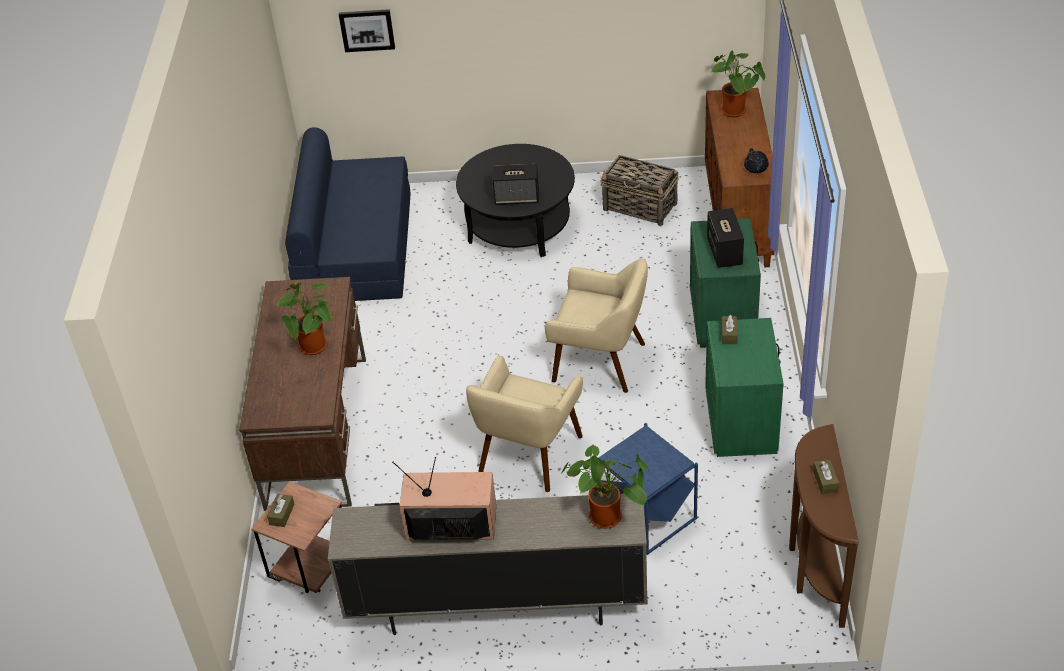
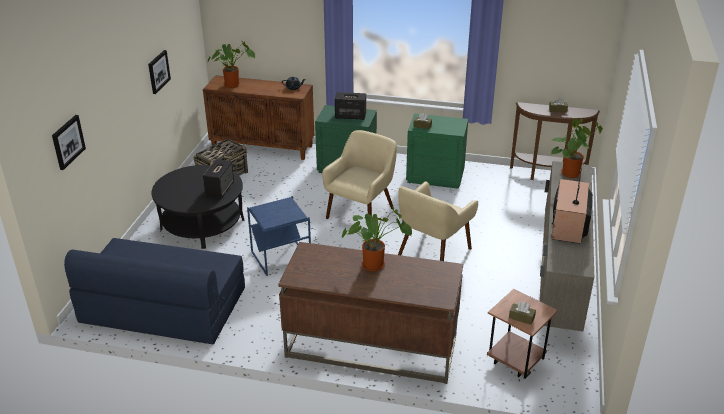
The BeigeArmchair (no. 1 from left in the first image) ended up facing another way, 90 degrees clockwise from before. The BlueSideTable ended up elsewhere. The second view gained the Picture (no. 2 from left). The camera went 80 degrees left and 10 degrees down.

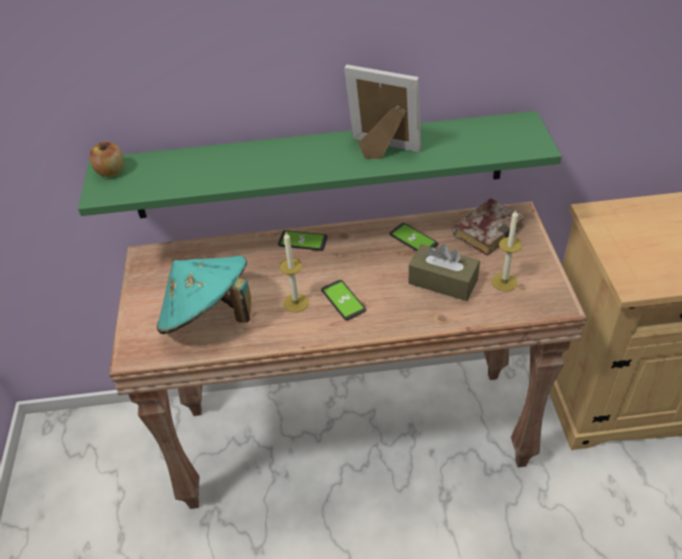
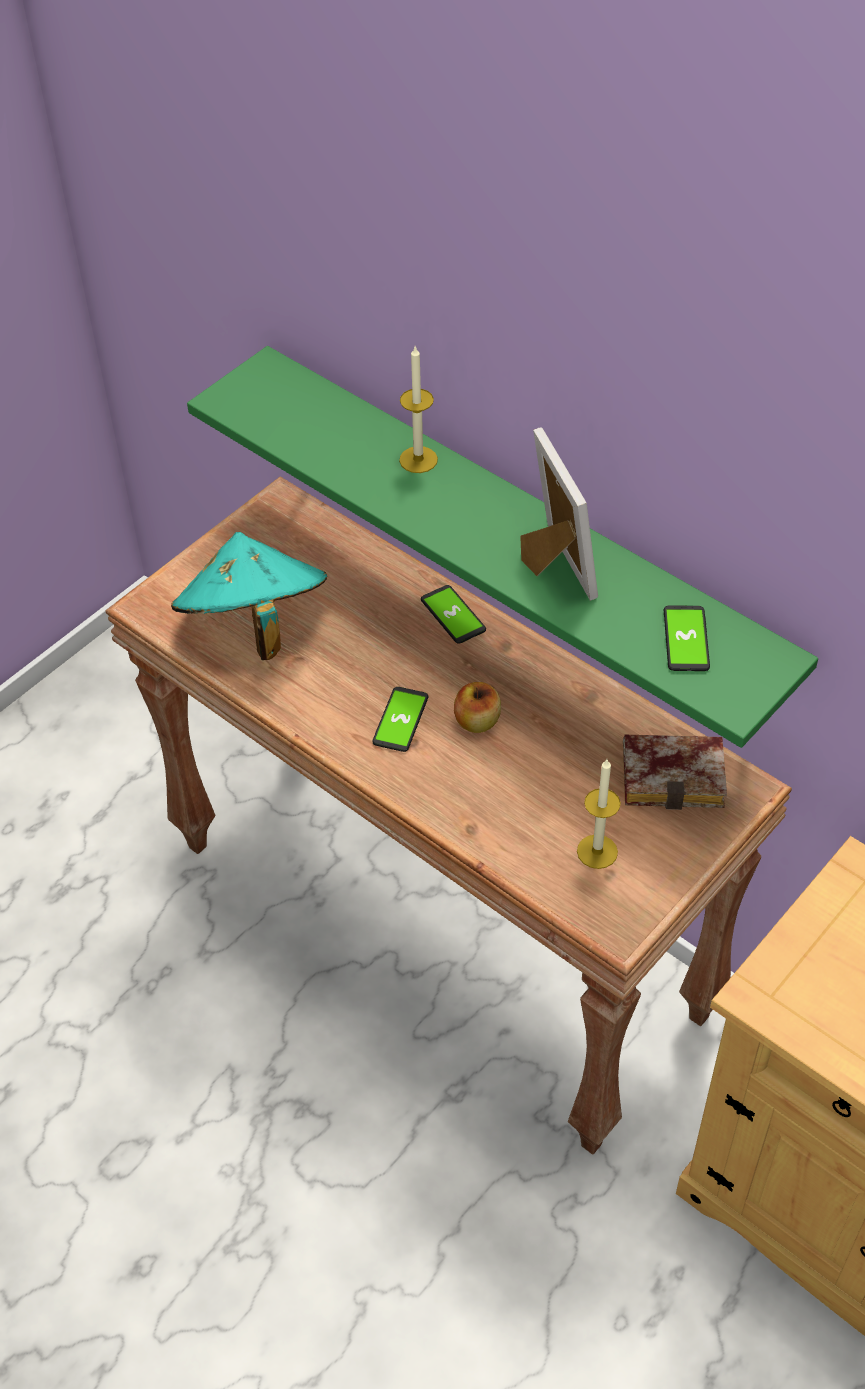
The Apple ended up elsewhere. The Candle (no. 1 from left) ended up elsewhere. The Phone (no. 3 from left) ended up elsewhere. The second view lost the BrownTissueBox. The camera went 45 degrees right and 5 degrees up.

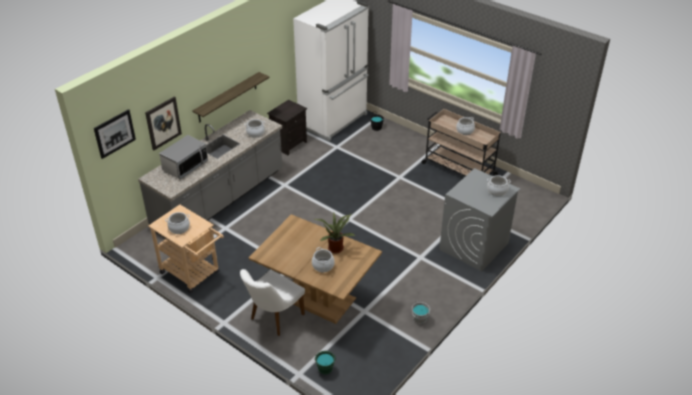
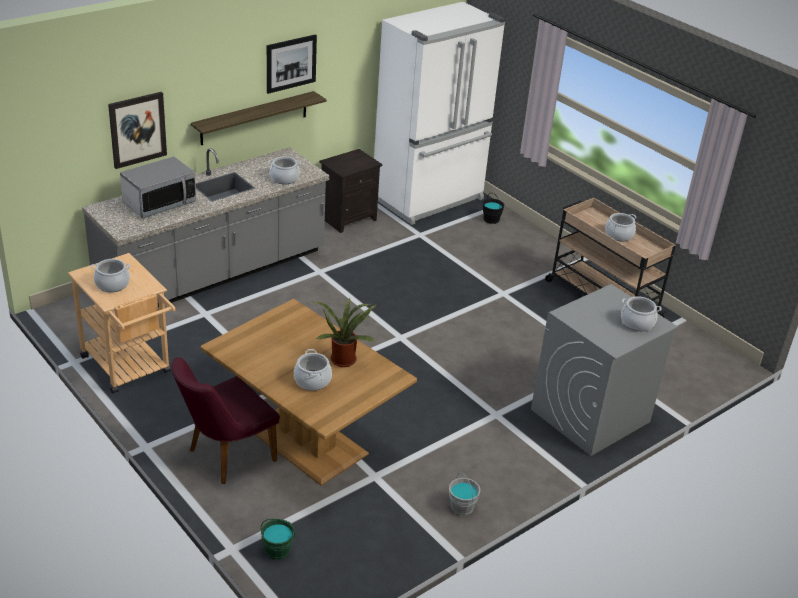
The Picture (no. 1 from left in the first image) ended up elsewhere. What was the WhiteChair turned into the PurpleChair. The camera went 10 degrees right and 5 degrees down.

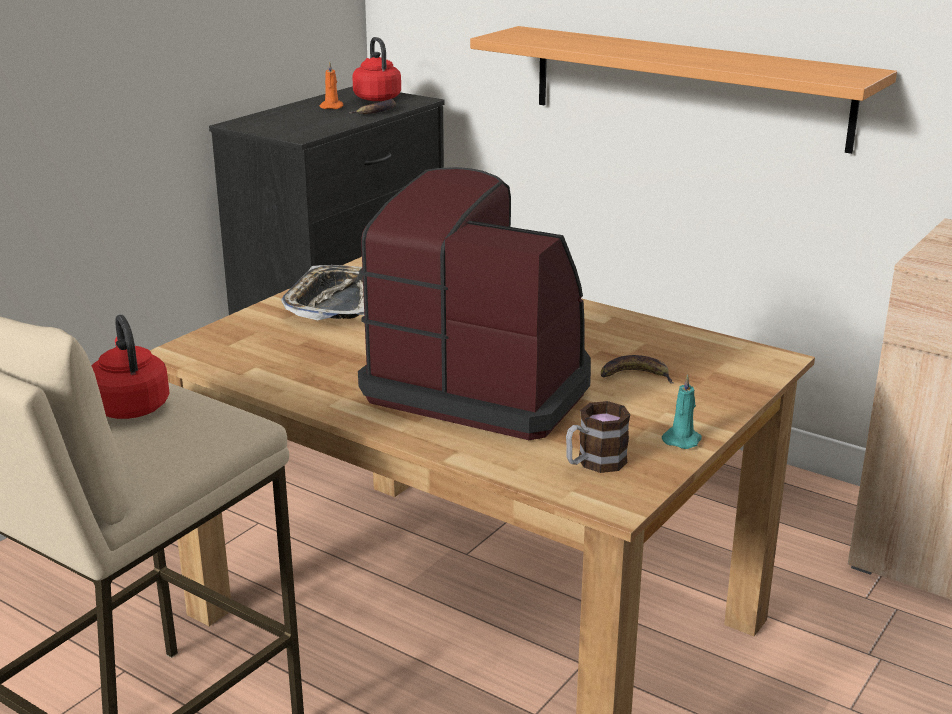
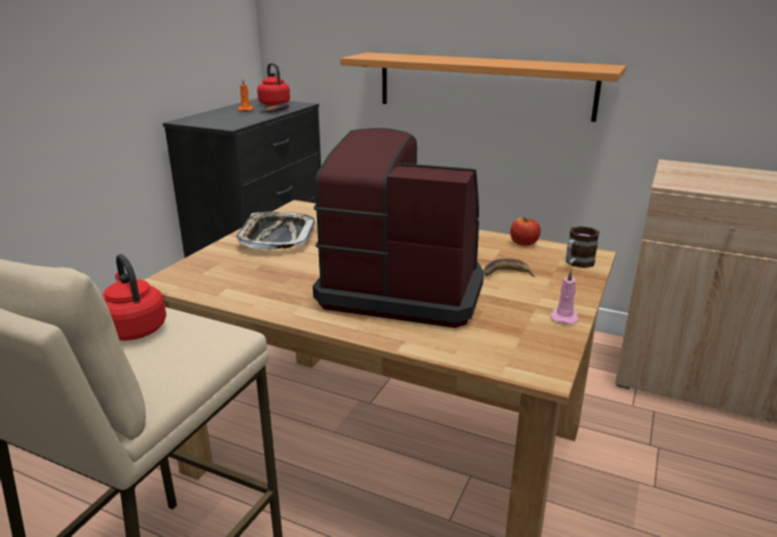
The Mug ended up elsewhere. What was the TurquoiseCandle turned into the PinkCandle. The second view gained the Apple. The camera went 10 degrees left and 0 degrees up.

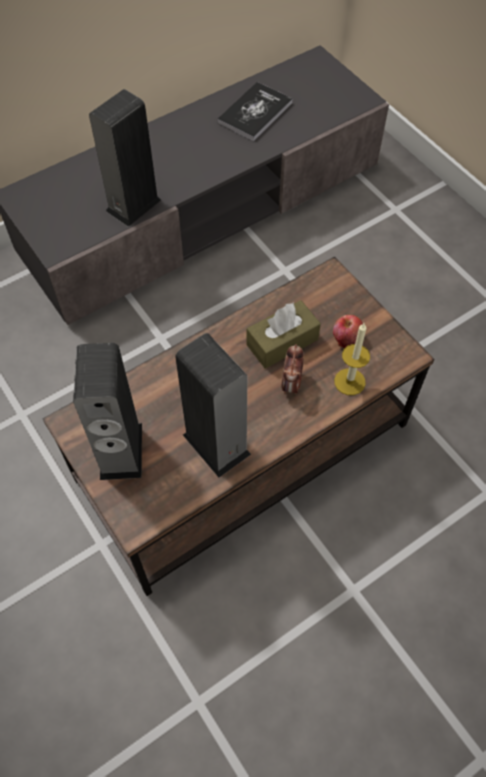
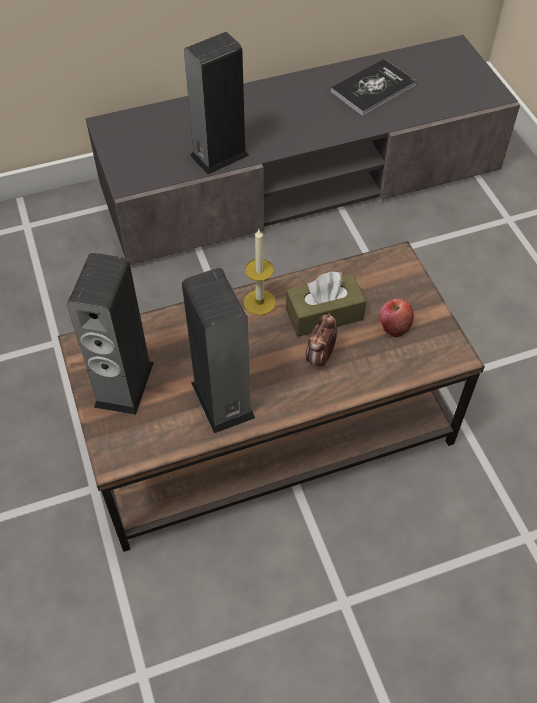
The Candle ended up elsewhere. The camera went 15 degrees right and 5 degrees down.

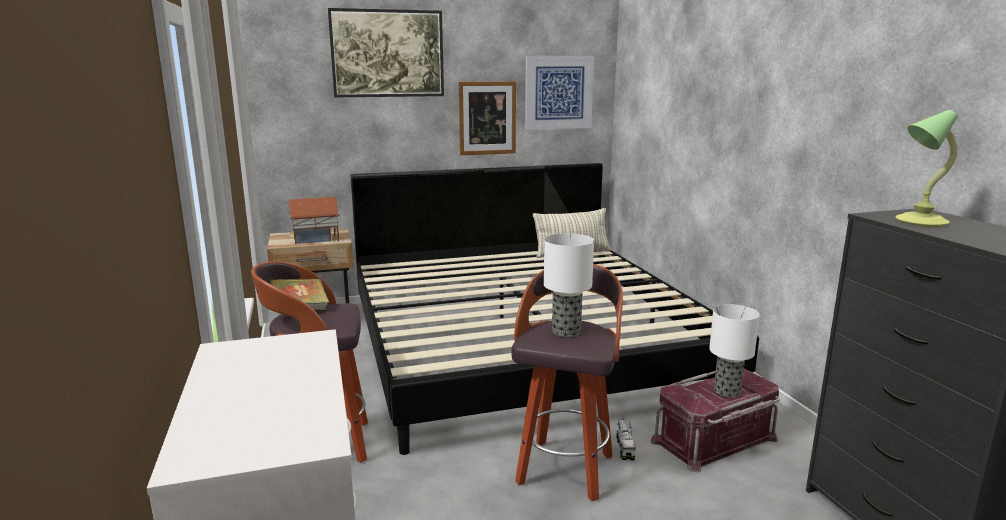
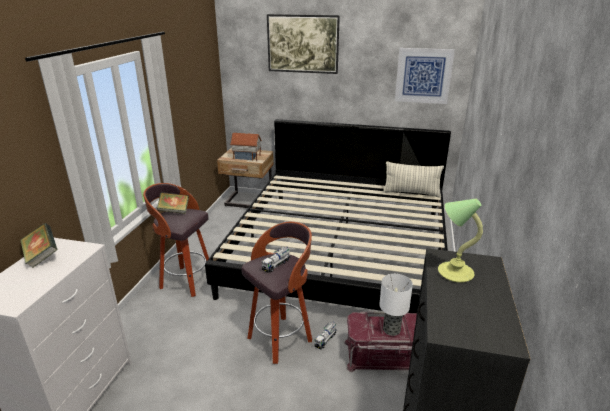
The second view lost the Picture (no. 2 from left). Where the TableLamp (no. 1 from left) stood, the ToyTruck (no. 1 from left) came to stand. The second view gained the Book (no. 1 from left). The camera went 30 degrees right and 10 degrees up.

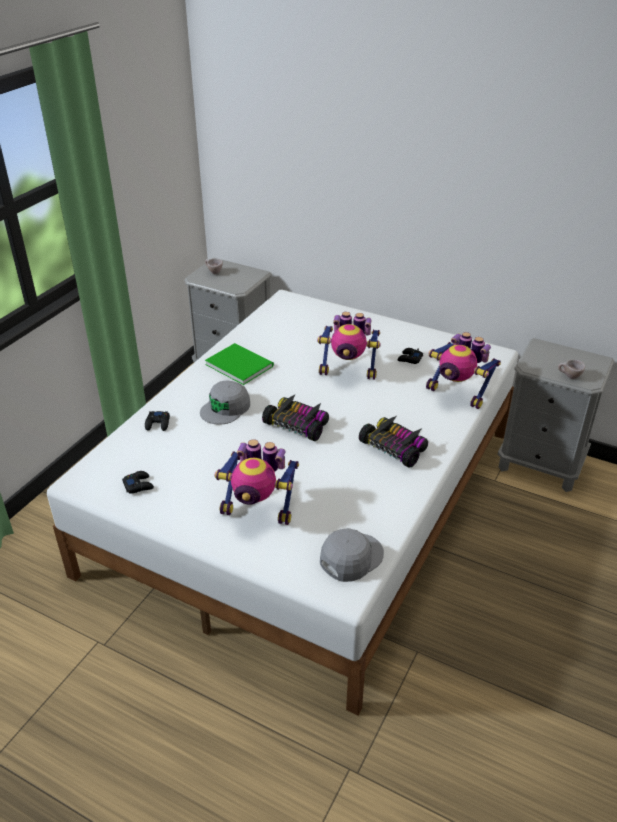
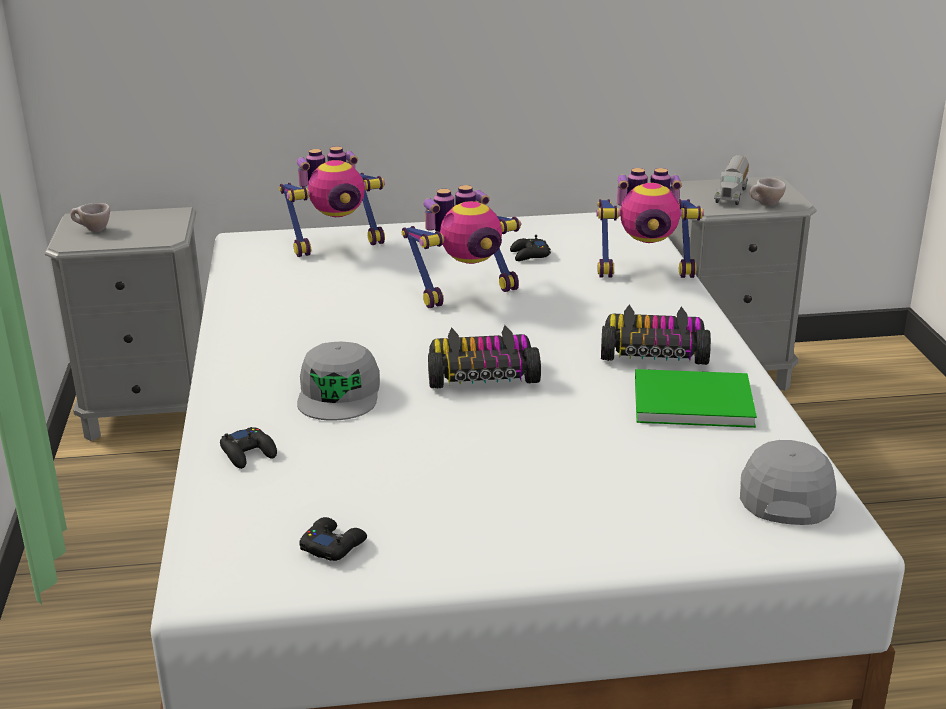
The GreenBook ended up elsewhere. The ToyRobot (no. 1 from left) ended up elsewhere. The second view gained the ToyTruck. The camera went 35 degrees left and 10 degrees down.

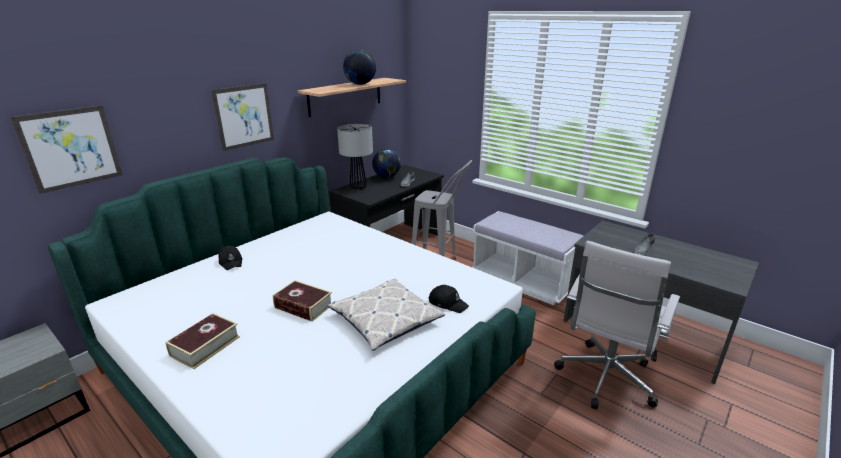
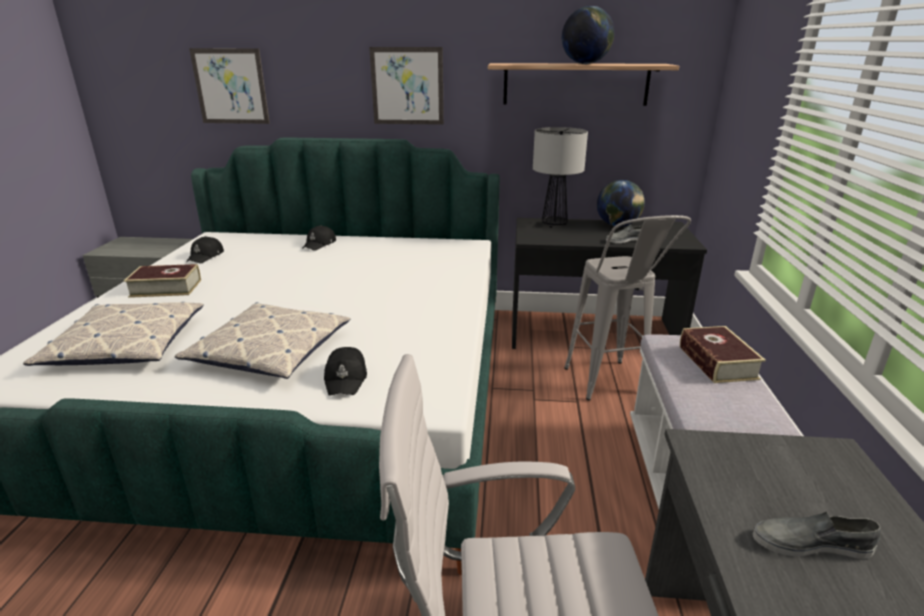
The Book (no. 2 from left) ended up elsewhere. The second view gained the Pillow (no. 1 from left). The second view gained the BlackCap (no. 1 from left). The camera went 55 degrees right and 0 degrees up.

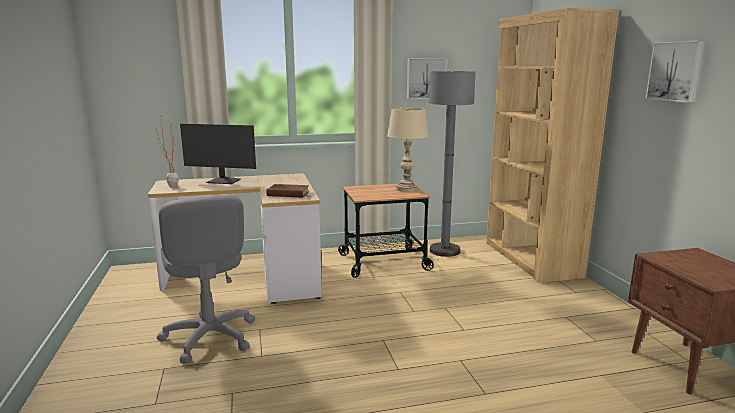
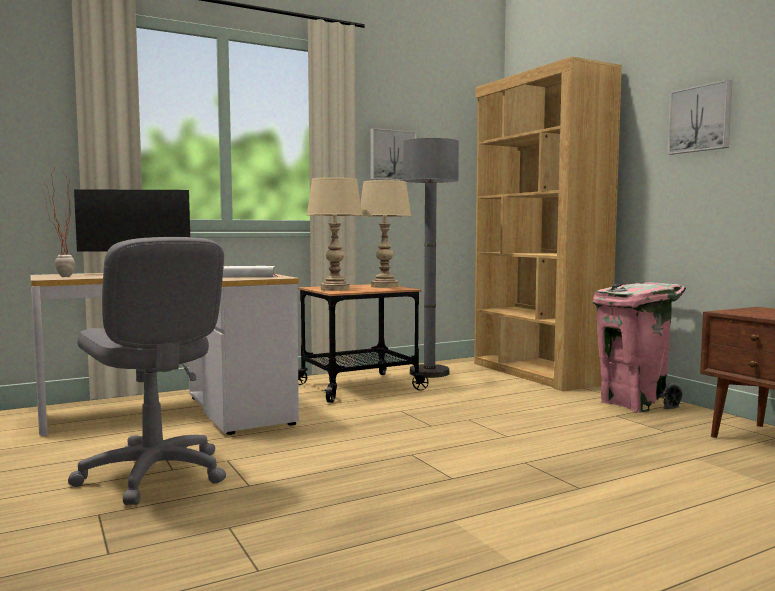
What was the BrownBook turned into the WhiteBook. The second view gained the BeigeTableLamp (no. 1 from left). The second view gained the PinkTrashCan. The camera went 15 degrees left and 10 degrees down.

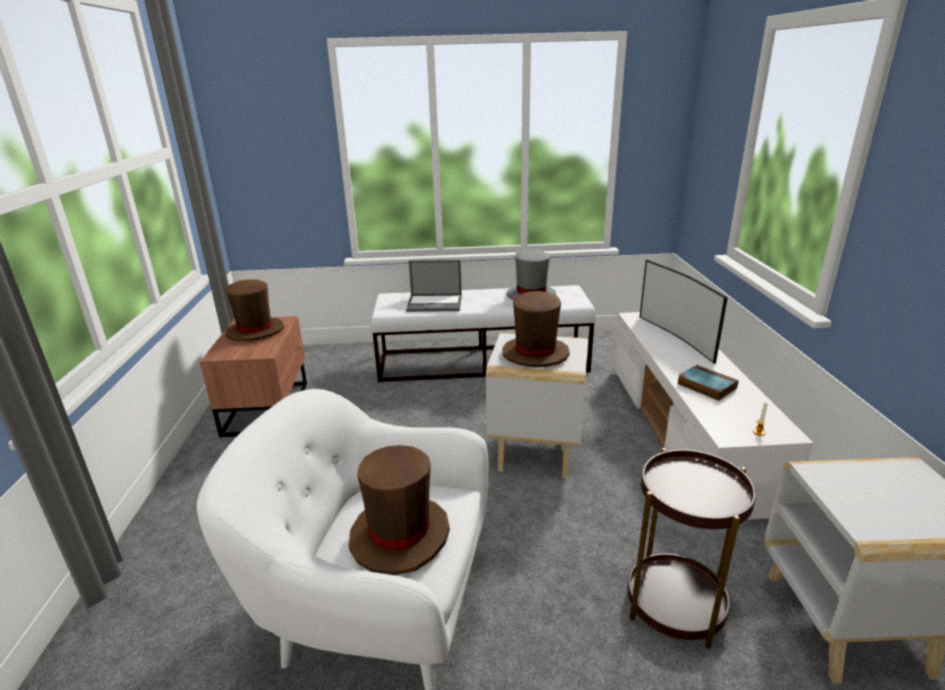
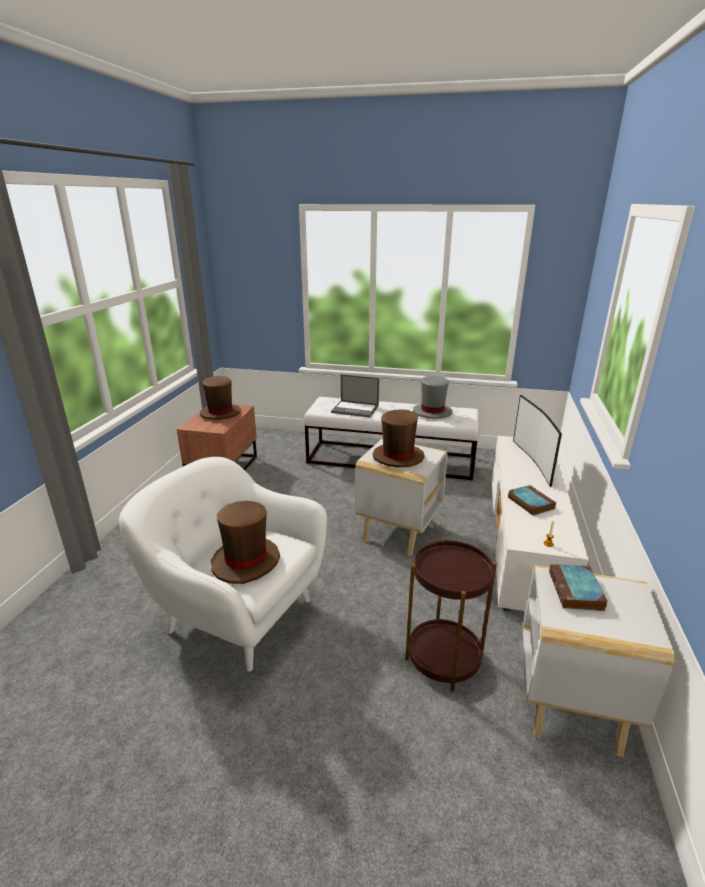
The second view gained the Book (no. 2 from left). The camera went 15 degrees right and 0 degrees up.

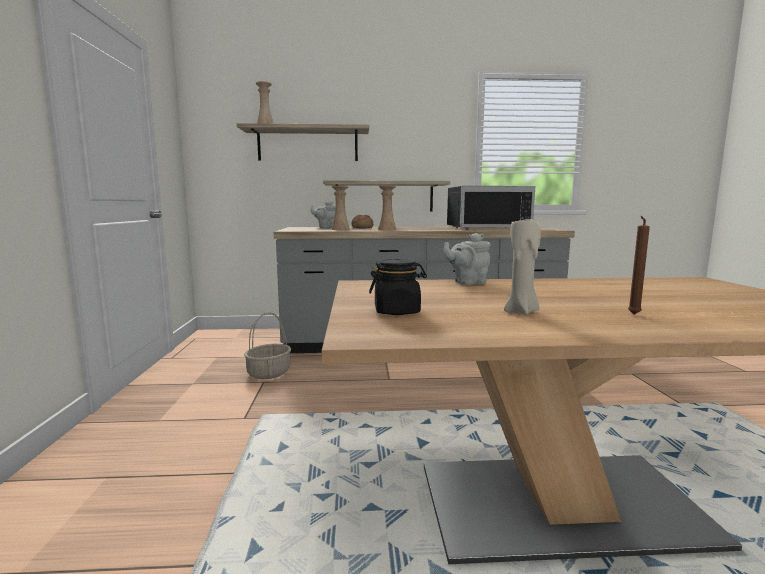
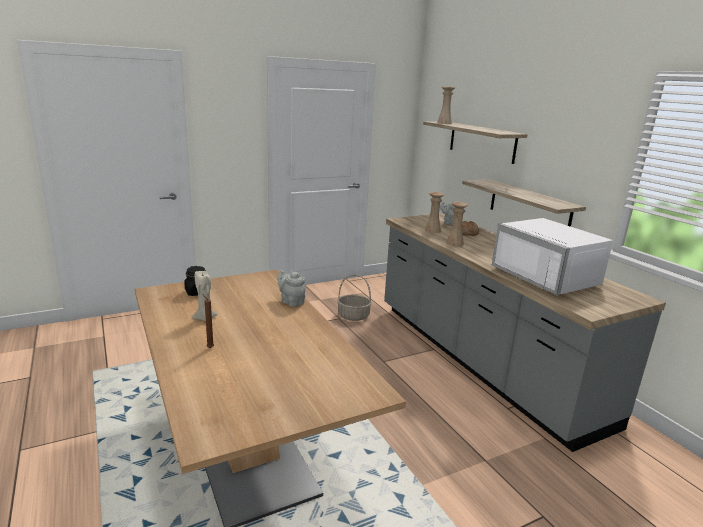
What was the BlackMicrowave turned into the WhiteMicrowave. The camera went 65 degrees right and 10 degrees up.

